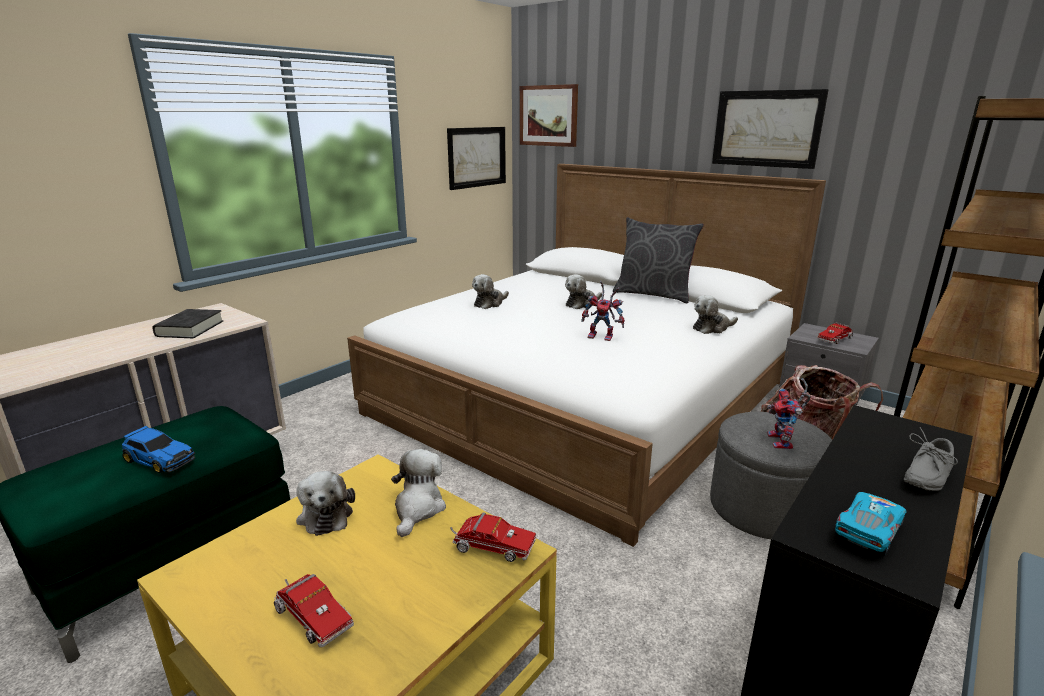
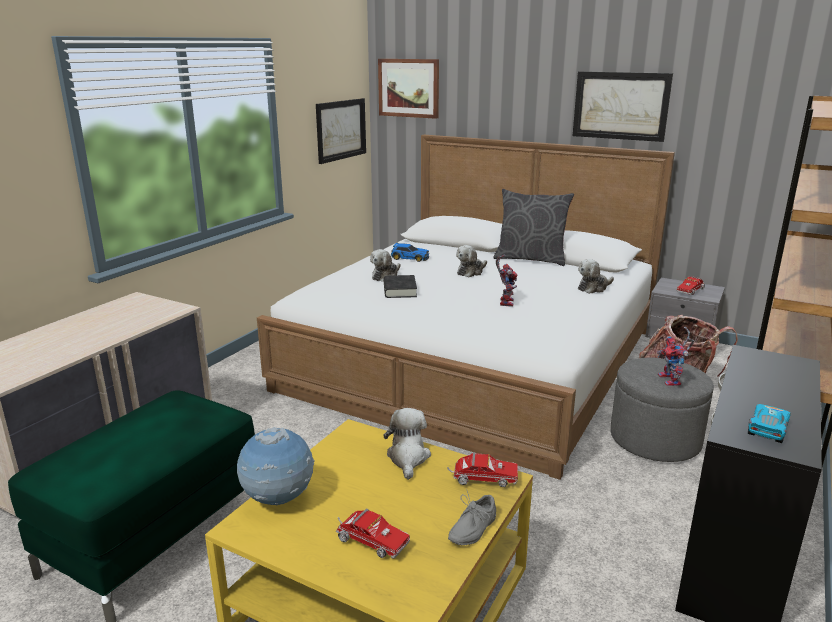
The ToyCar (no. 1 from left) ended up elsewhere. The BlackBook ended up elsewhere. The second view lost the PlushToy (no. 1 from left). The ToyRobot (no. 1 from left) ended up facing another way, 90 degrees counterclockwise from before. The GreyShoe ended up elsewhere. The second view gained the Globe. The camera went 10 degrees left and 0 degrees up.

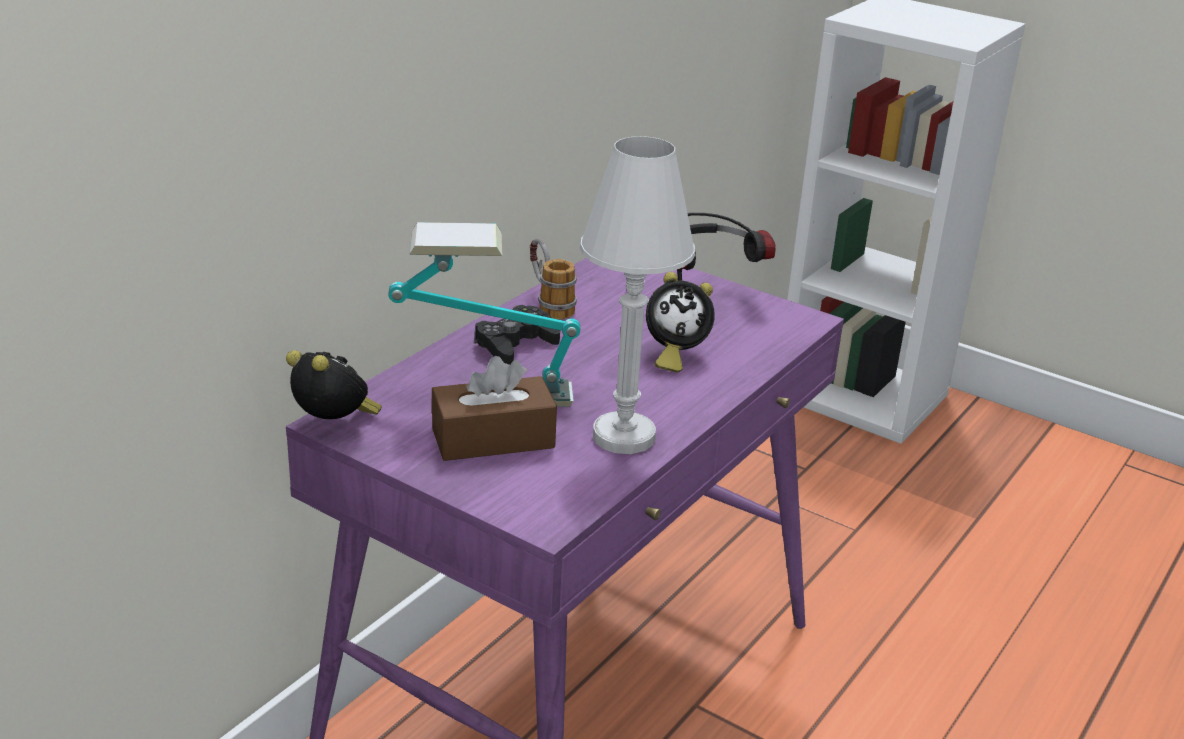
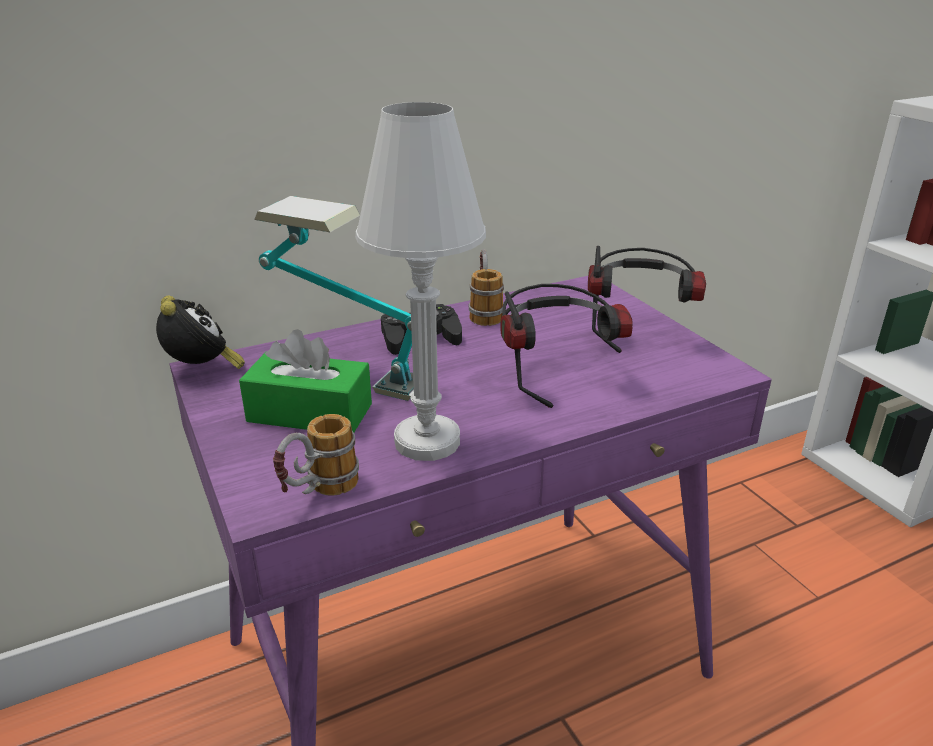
What was the BrownTissueBox turned into the GreenTissueBox. Where the AlarmClock (no. 2 from left) stood, the Headphones (no. 1 from left) came to stand. The second view gained the Mug (no. 1 from left). The camera went 30 degrees right and 0 degrees up.

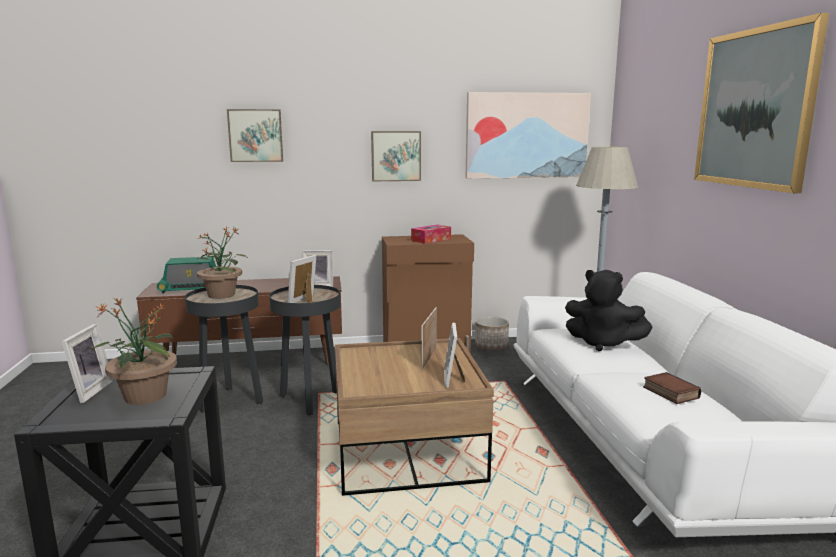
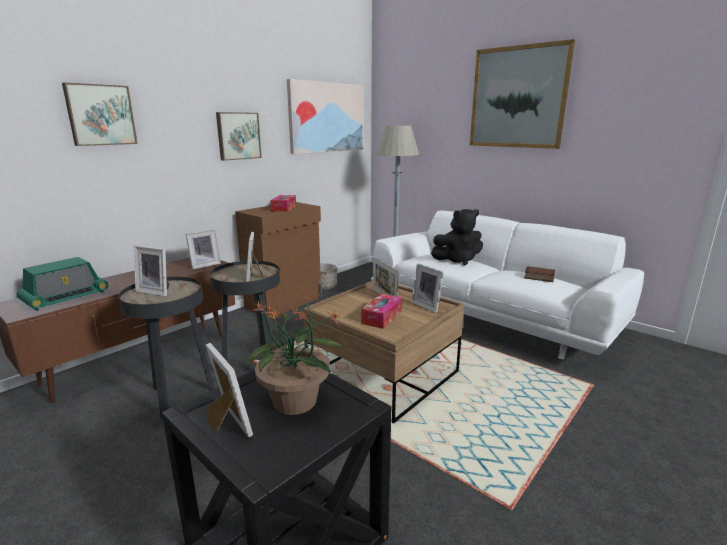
Where the PottedPlant (no. 2 from left) stood, the PictureFrame (no. 1 from left) came to stand. The second view gained the TissueBox (no. 2 from left). The camera went 40 degrees left and 5 degrees up.

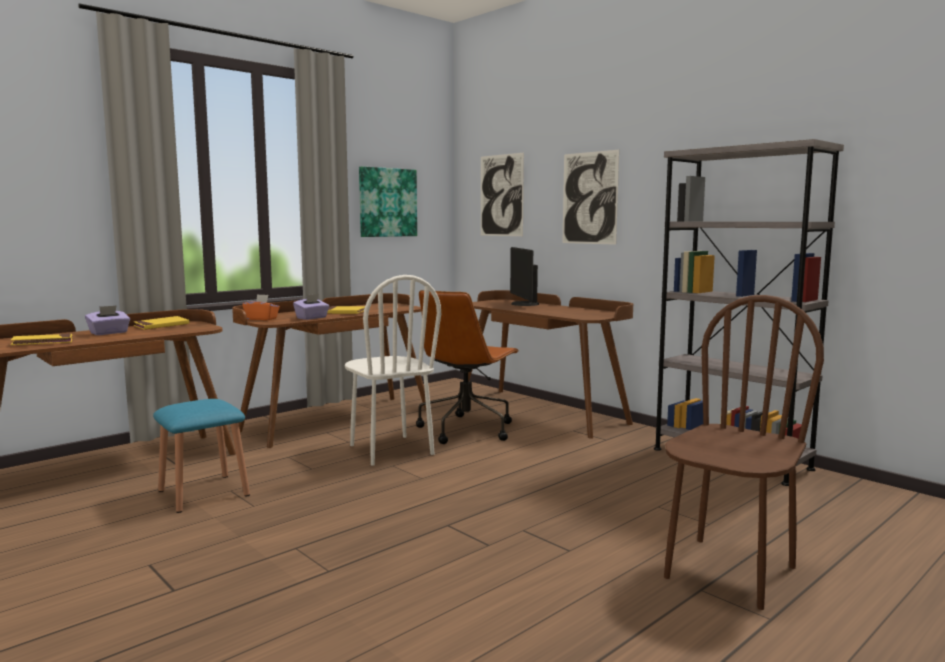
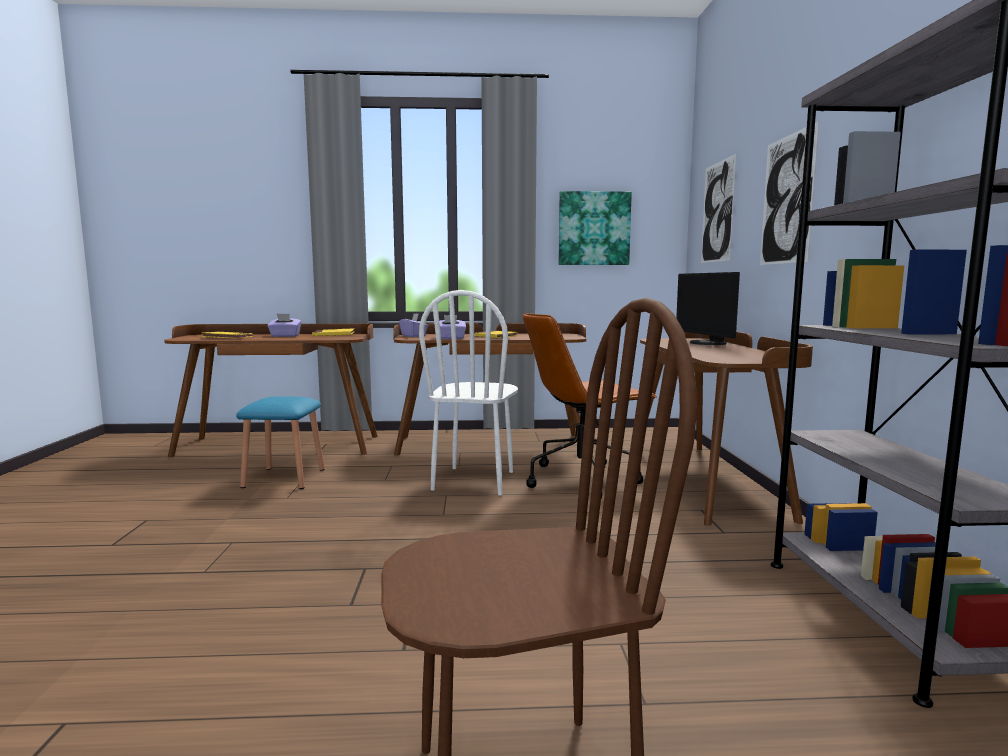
What was the OrangeTissueBox turned into the PurpleTissueBox (no. 2 from left). The Monitor ended up facing another way, 45 degrees counterclockwise from before. The camera went 40 degrees right and 0 degrees up.

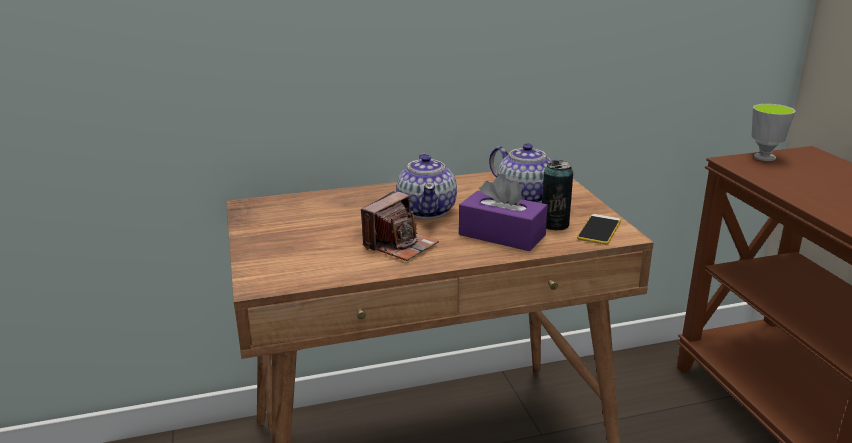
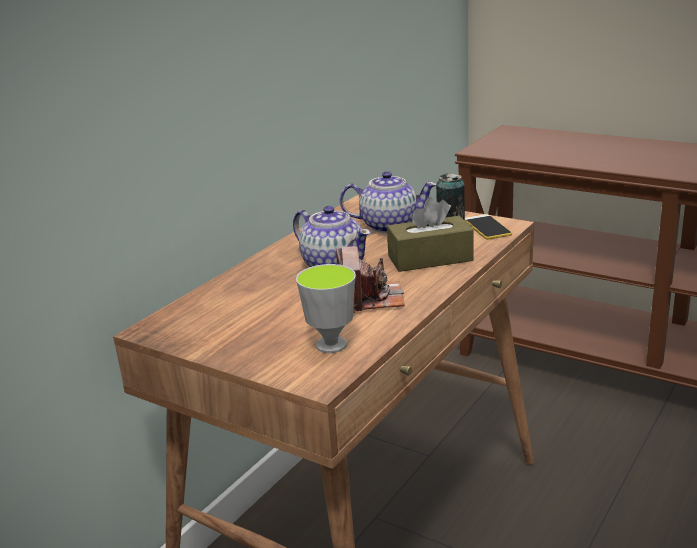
What was the PurpleTissueBox turned into the BrownTissueBox. The Cup ended up elsewhere. The camera went 40 degrees left and 0 degrees up.

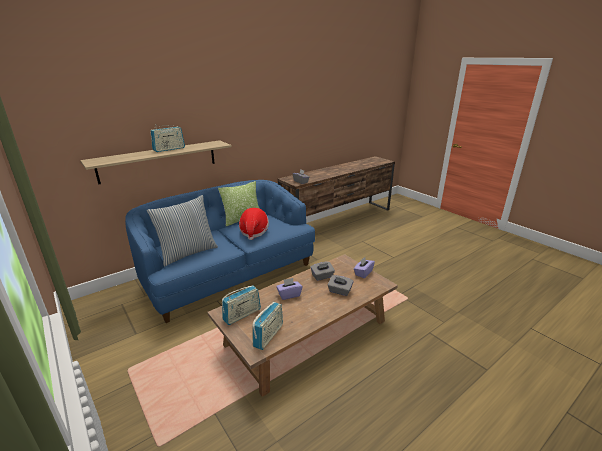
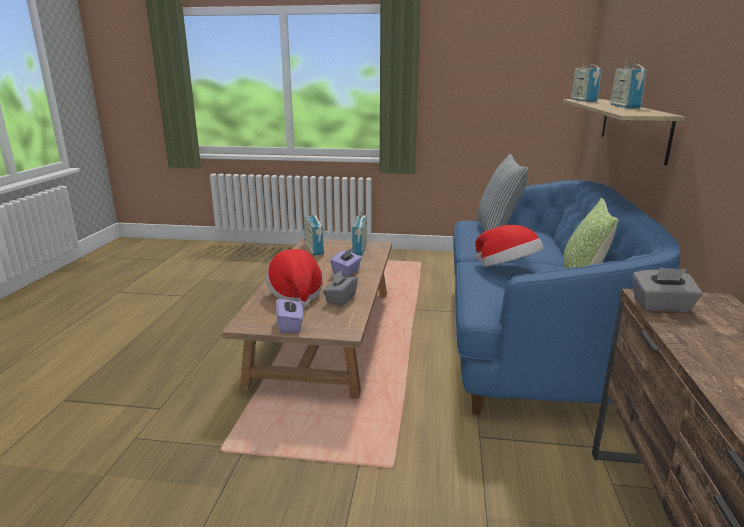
Where the GreyTissueBox (no. 3 from left) stood, the Hat (no. 1 from left) came to stand. The second view gained the Radio (no. 3 from left). The camera went 135 degrees right and 5 degrees down.

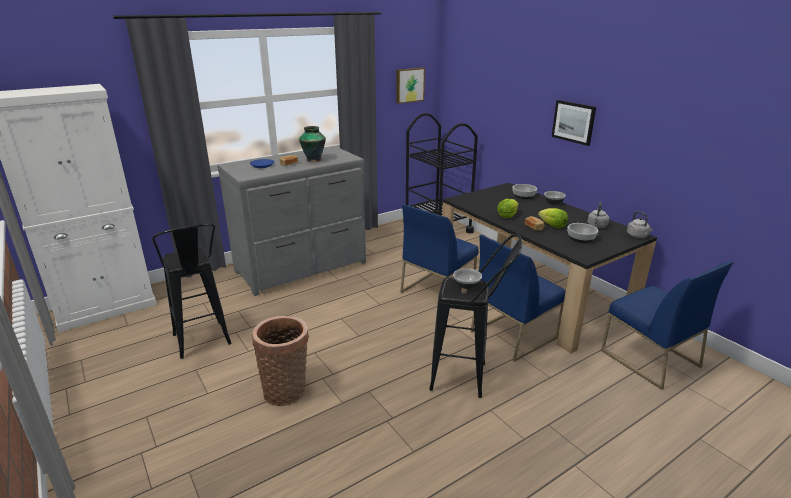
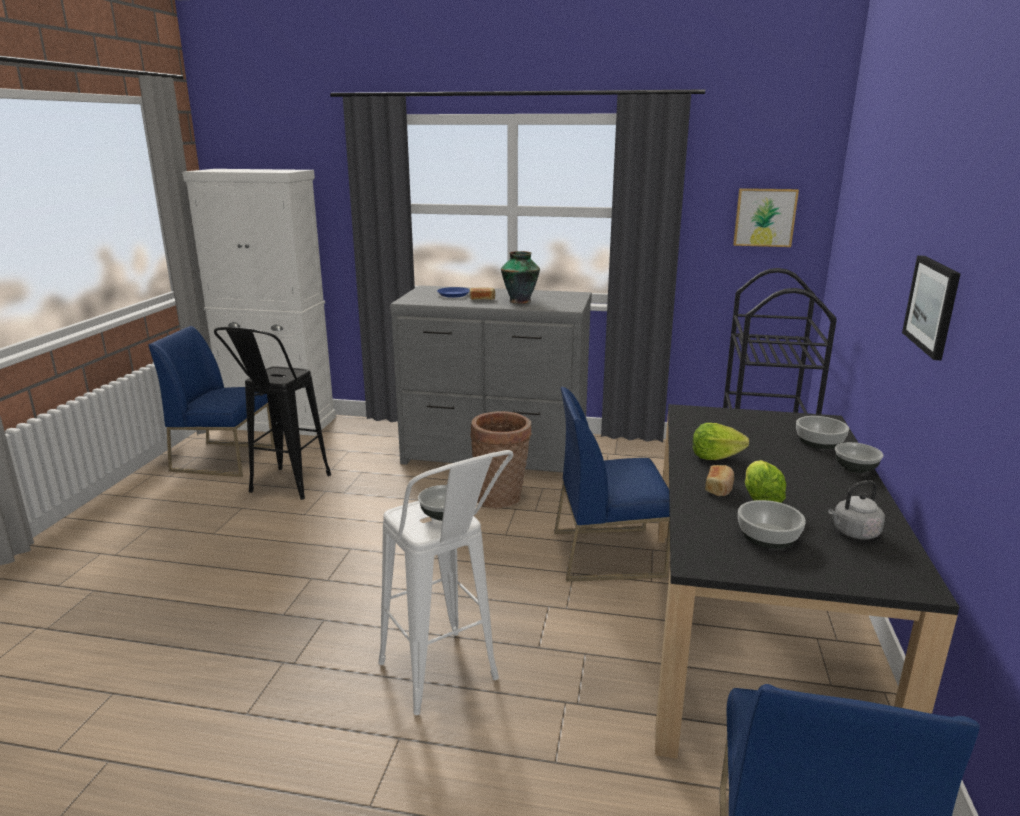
The Basket ended up elsewhere. What was the BlackStool (no. 2 from left) turned into the WhiteStool. The BlueChair (no. 2 from left in the first image) ended up elsewhere. The second view lost the GreyKettle (no. 2 from left). The camera went 45 degrees right and 5 degrees down.

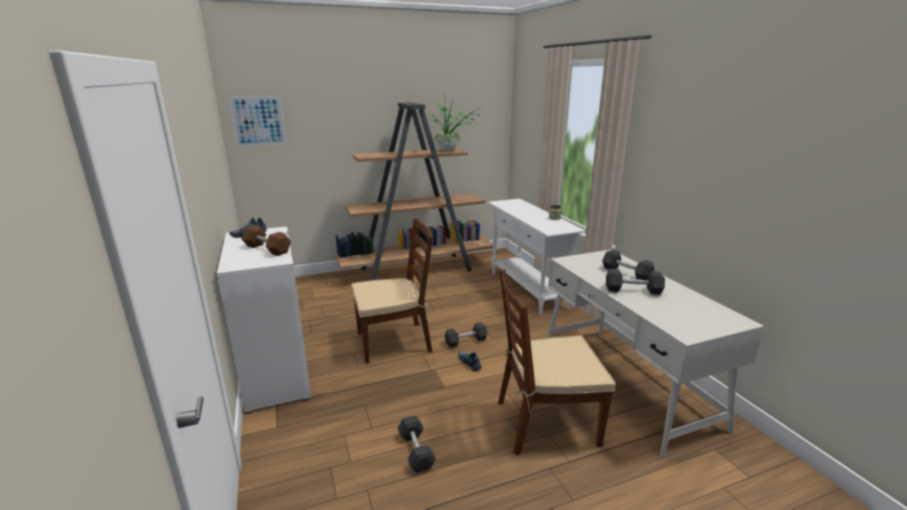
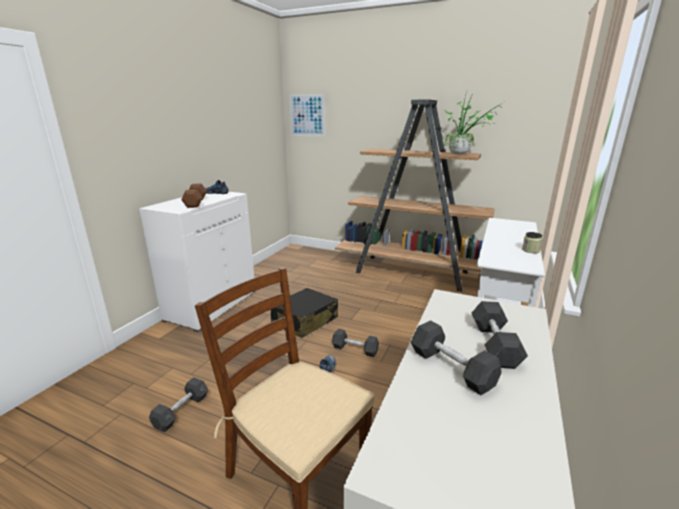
Where the BrownChair (no. 1 from left) stood, the BlackSuitcase came to stand. The camera went 45 degrees right and 0 degrees up.

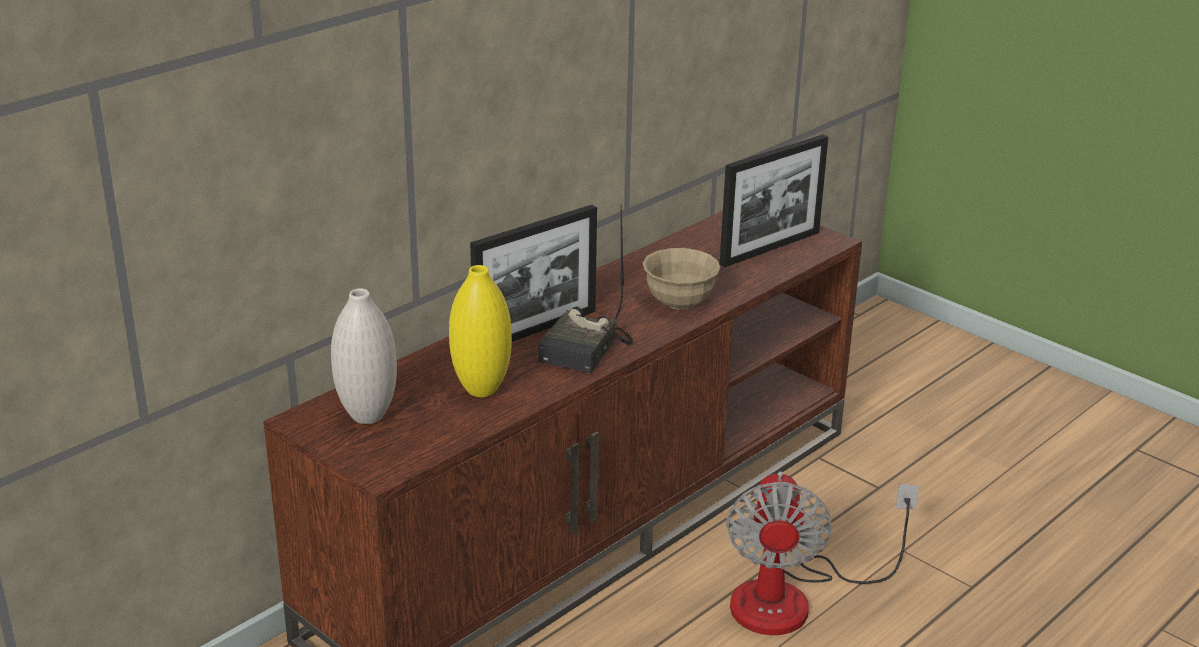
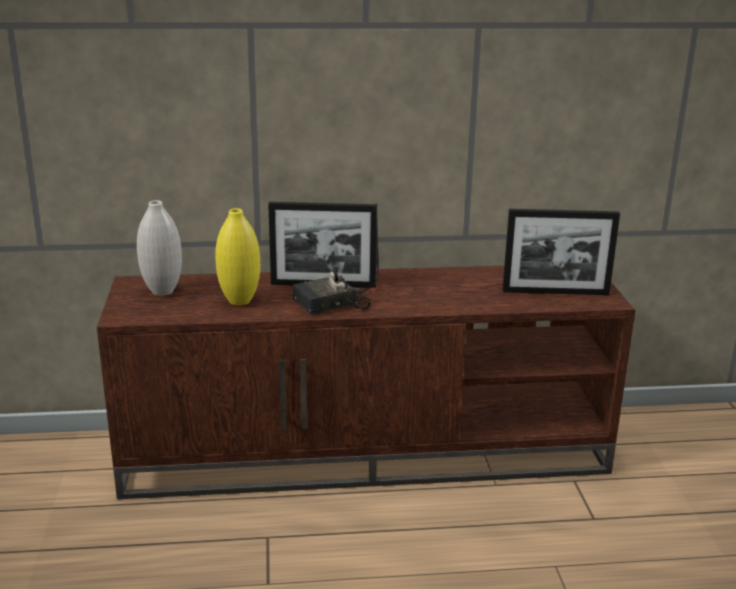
The second view lost the BeigeBowl. The second view lost the Fan. The camera went 40 degrees right and 5 degrees down.

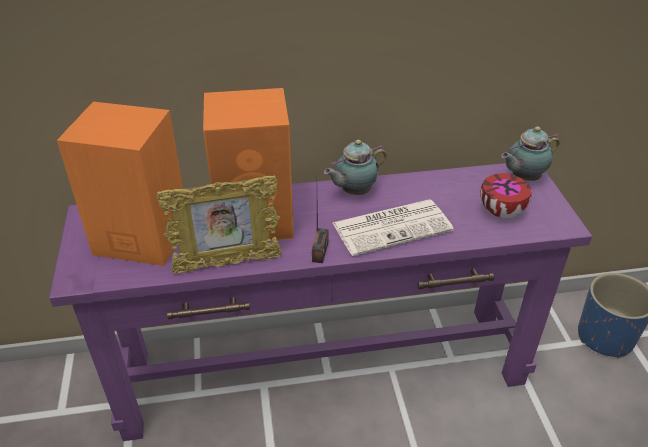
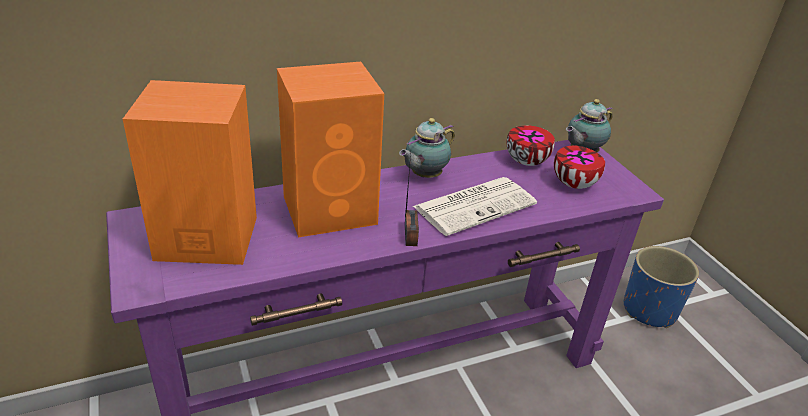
The second view lost the PictureFrame. The second view gained the Bowl (no. 1 from left). The camera went 15 degrees left and 5 degrees down.

